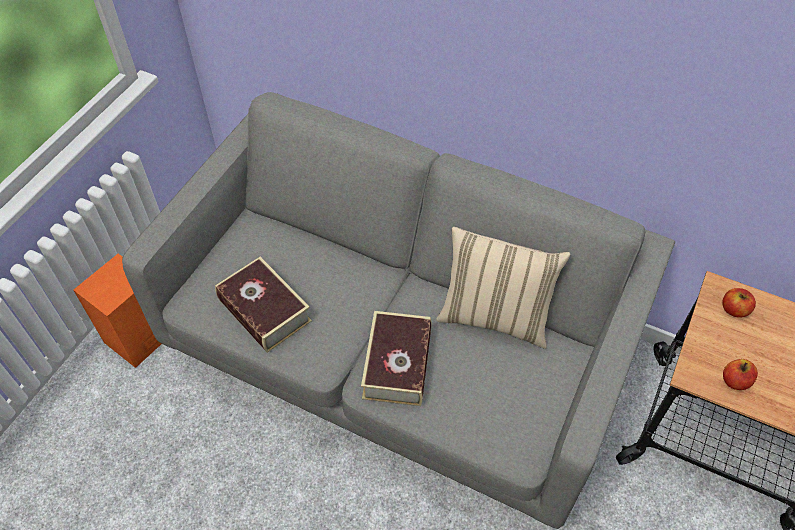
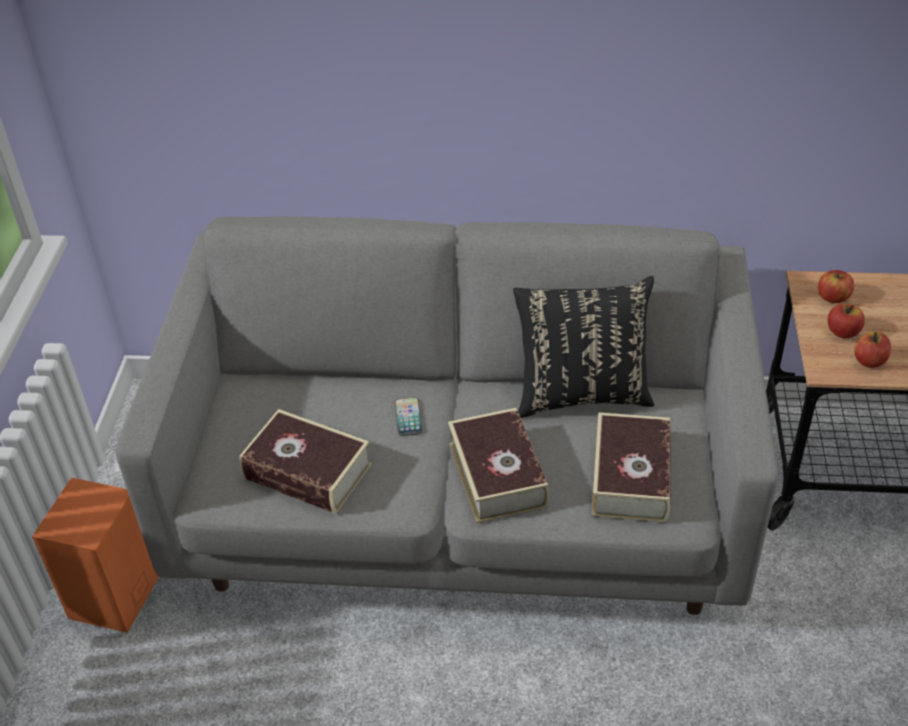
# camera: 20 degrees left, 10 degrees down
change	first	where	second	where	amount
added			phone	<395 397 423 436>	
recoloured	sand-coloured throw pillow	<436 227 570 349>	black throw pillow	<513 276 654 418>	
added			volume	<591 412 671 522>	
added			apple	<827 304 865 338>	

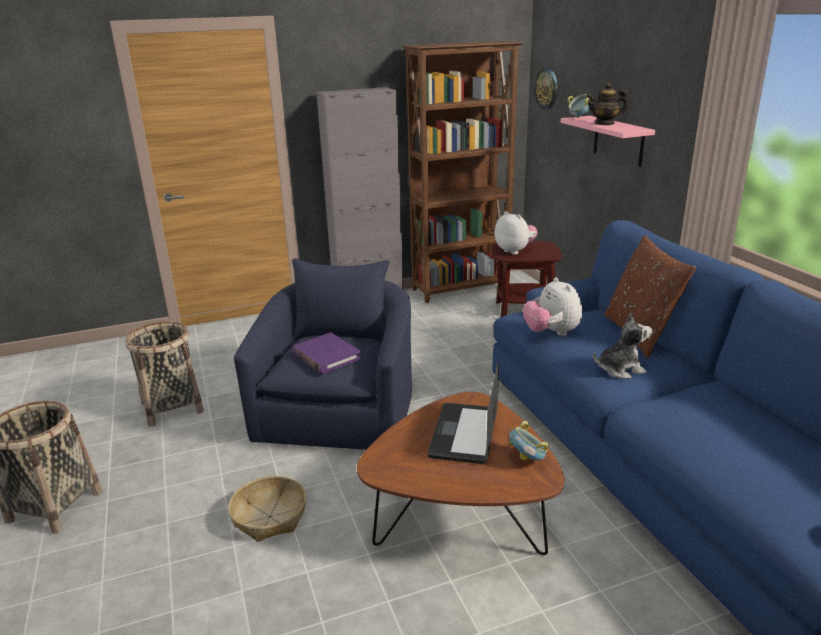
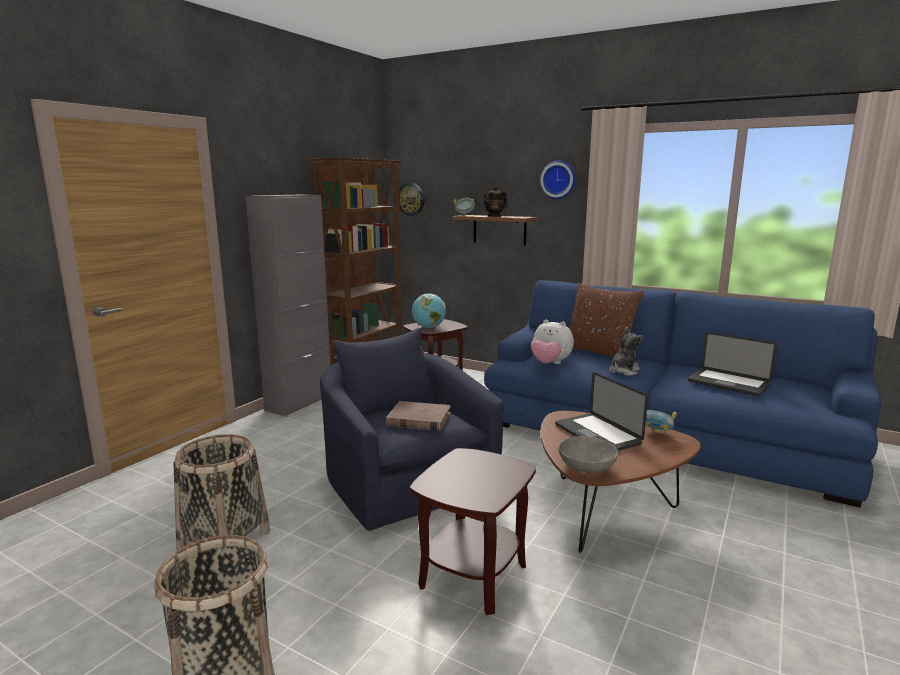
# camera: 40 degrees left, 10 degrees down
change	first	where	second	where	amount
recoloured	purple volume	<292 332 361 374>	brown volume	<386 401 451 431>	
replaced	household basket	<228 476 306 542>	brown accent table	<410 448 536 615>	
replaced	cuddly toy	<494 211 537 255>	world globe	<412 294 446 328>	
recoloured	pink wall shelf	<560 116 655 167>	brown wall shelf	<452 215 537 245>	
added			clock on the wall	<540 161 576 199>	
added			grey bowl	<558 436 618 473>	
added			portable computer	<688 332 777 396>	

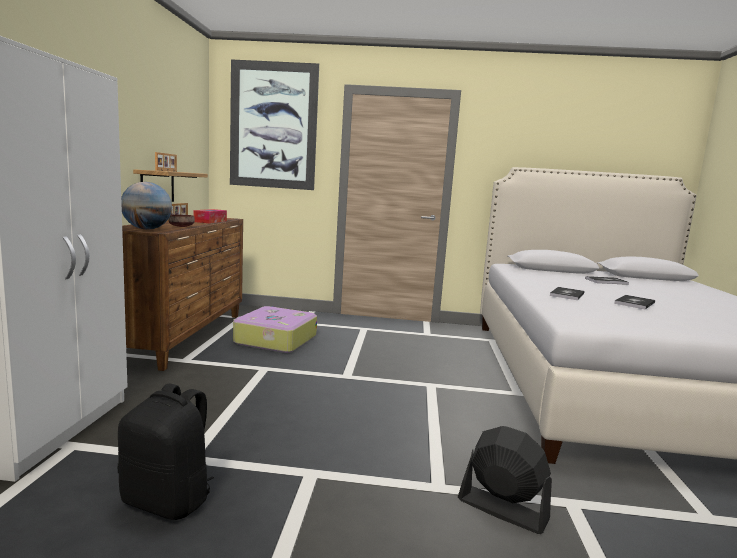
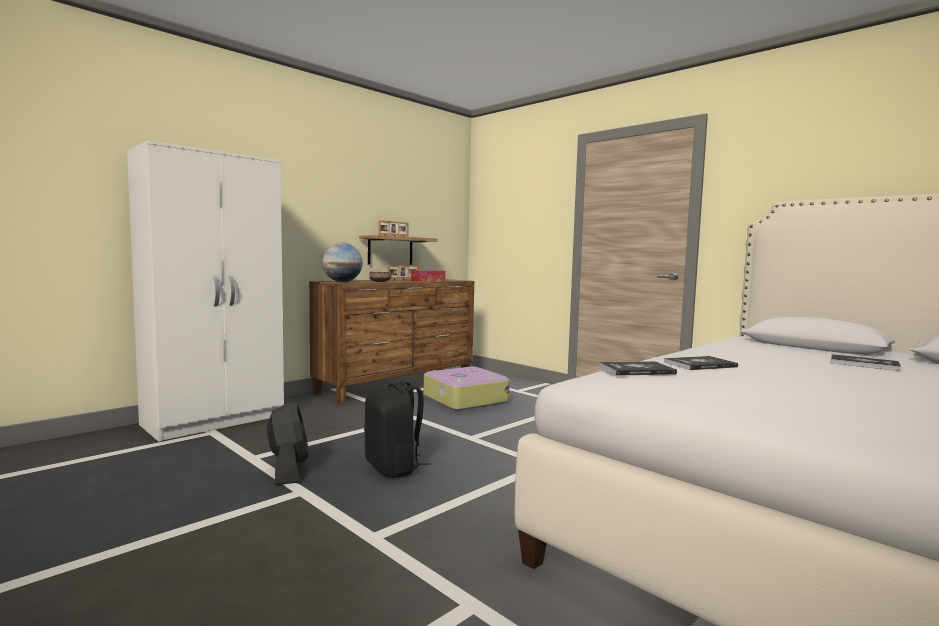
# camera: 40 degrees right, 5 degrees down
change	first	where	second	where	amount
moved	black fan	<458 426 552 534>		<266 402 309 485>	
moved	black knapsack	<117 384 214 520>		<364 381 431 478>	
moved	volume	<614 295 655 309>		<599 361 677 376>	
removed	wall art	<230 59 319 190>			

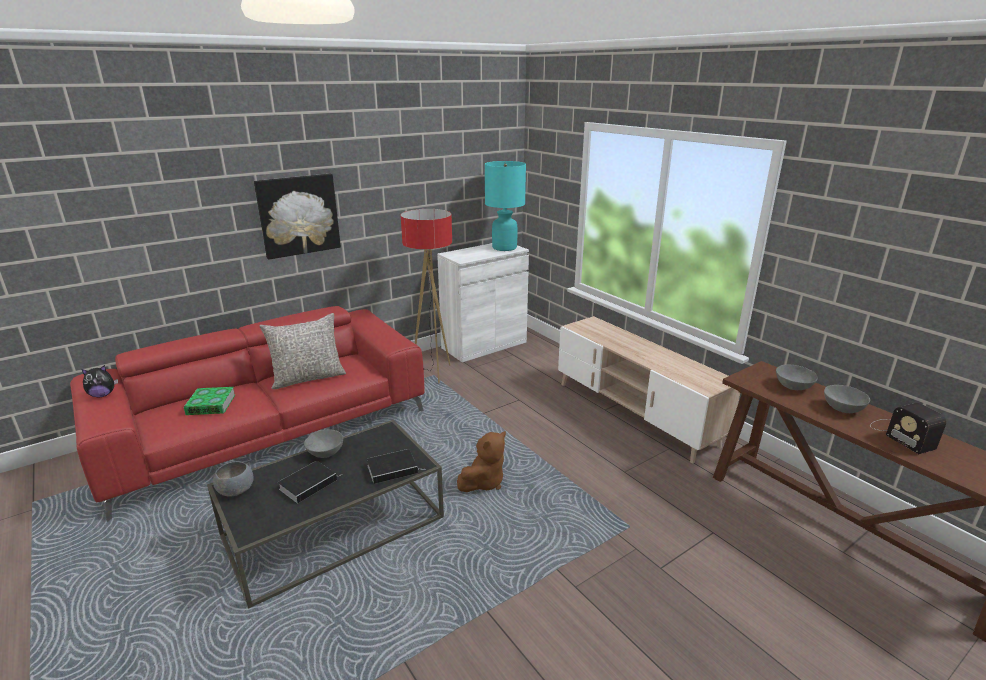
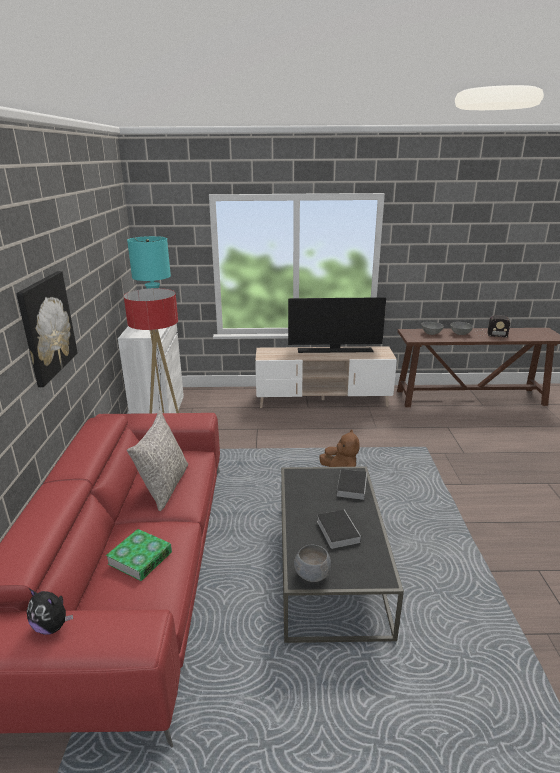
# camera: 55 degrees left, 0 degrees up
change	first	where	second	where	amount
turned	cuddly toy	<82 365 118 397>		<27 589 73 635>	105 degrees clockwise
added			TV	<288 297 386 353>	
removed	grey bowl	<304 430 343 458>			

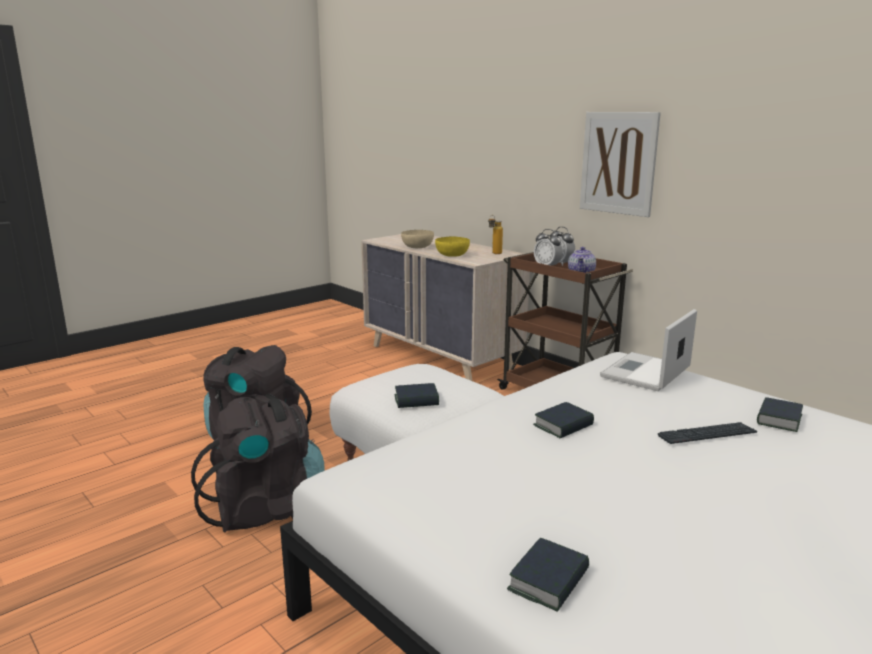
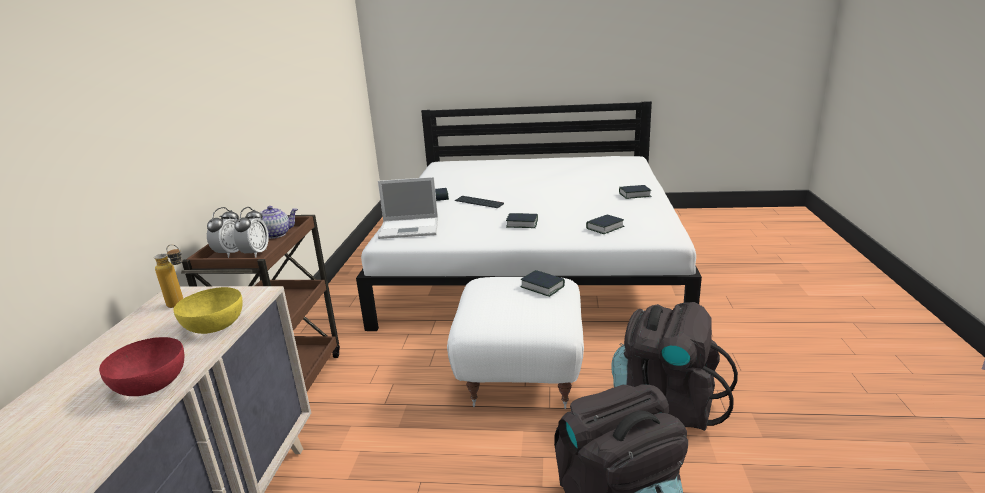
# camera: 130 degrees left, 5 degrees up
change	first	where	second	where	amount
recoloured	sand-coloured bowl	<401 230 434 248>	reddish bowl	<99 337 184 396>	
added			volume	<586 214 625 234>	
removed	wall art	<580 112 661 217>			

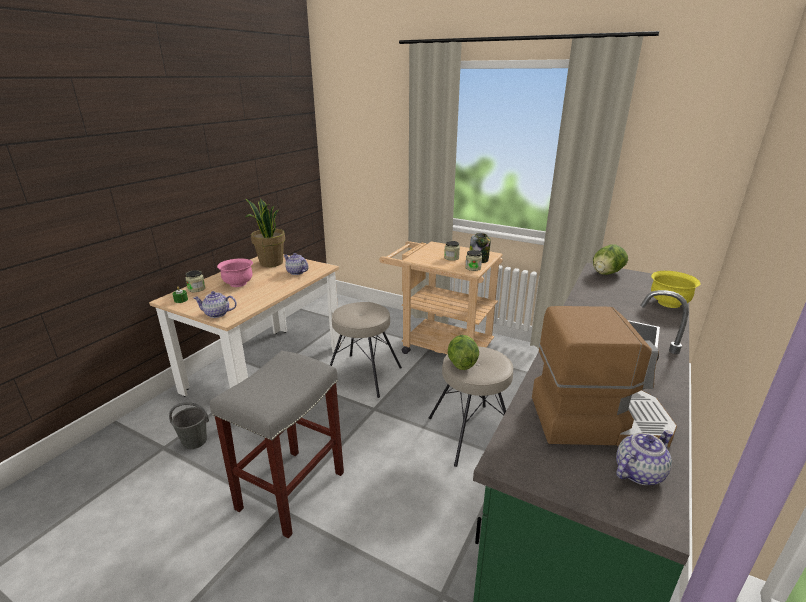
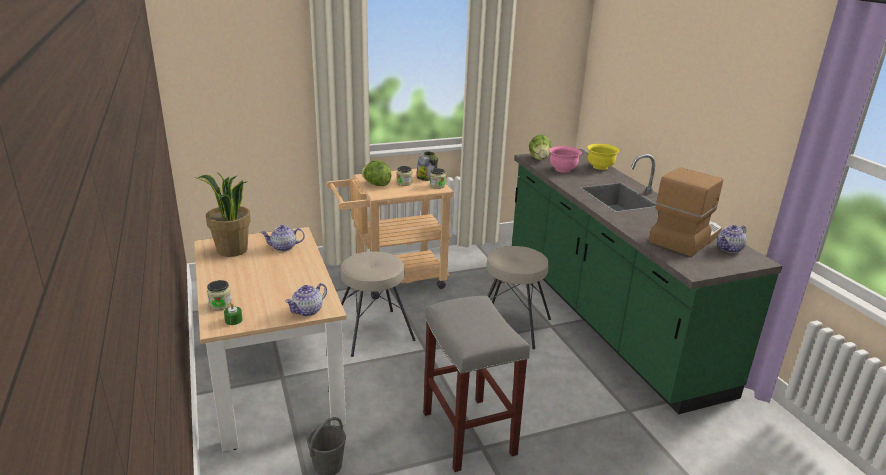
# camera: 50 degrees left, 0 degrees up
change	first	where	second	where	amount
moved	lettuce	<448 335 479 370>		<361 161 392 186>	
moved	pink bowl	<217 258 253 287>		<549 146 582 173>	
turned	pot for tea	<616 430 673 485>		<717 225 747 253>	135 degrees counterclockwise

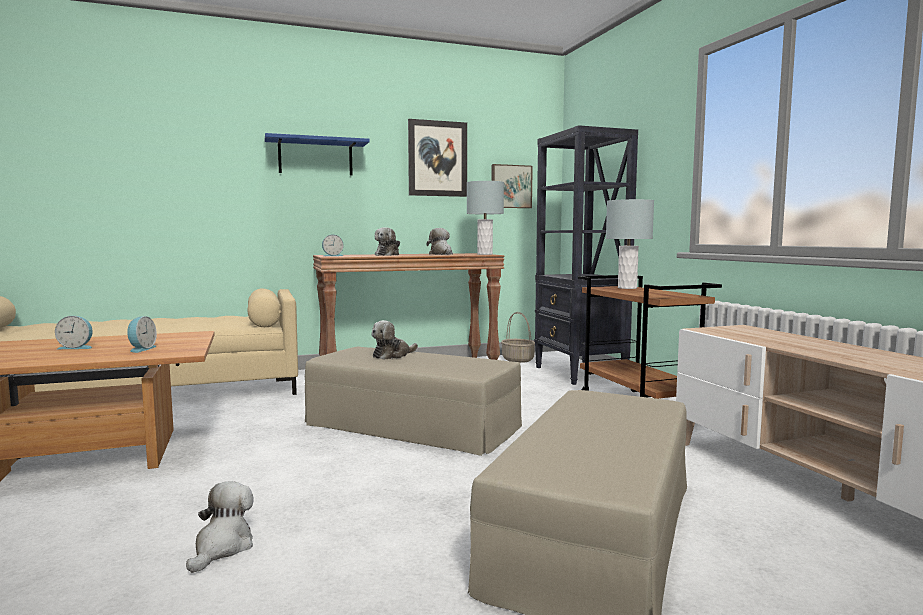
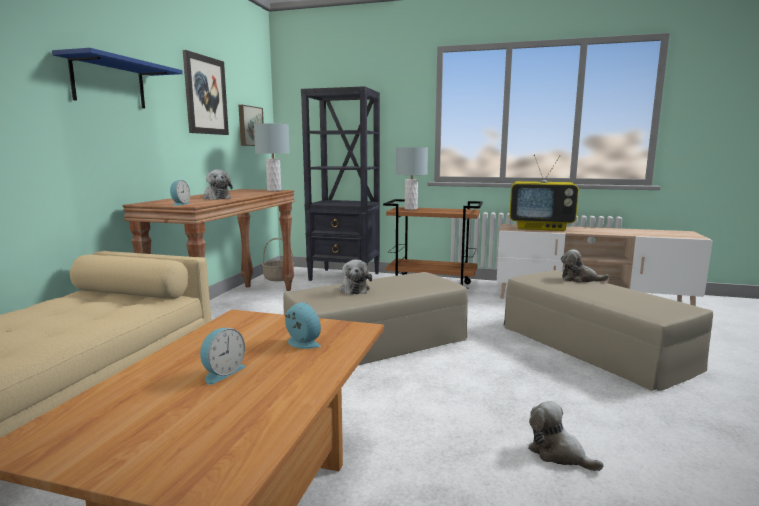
# camera: 55 degrees left, 5 degrees up
change	first	where	second	where	amount
added			TV	<509 154 579 231>	
moved	cuddly toy	<427 228 453 255>		<561 249 609 283>	

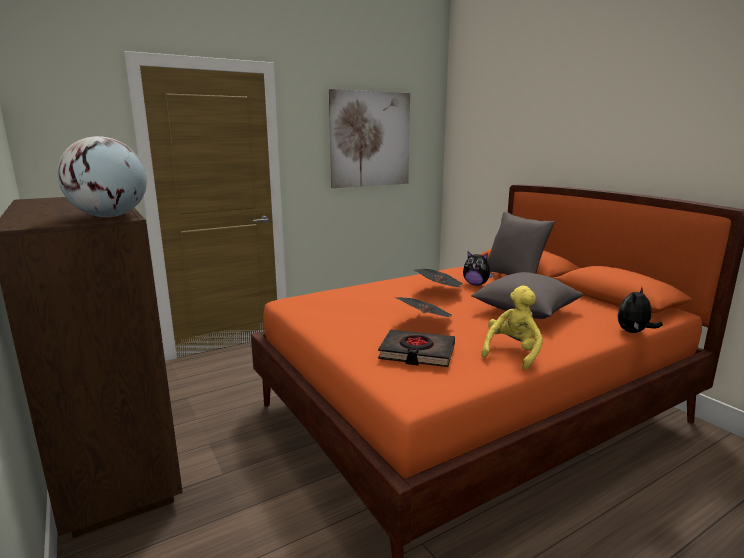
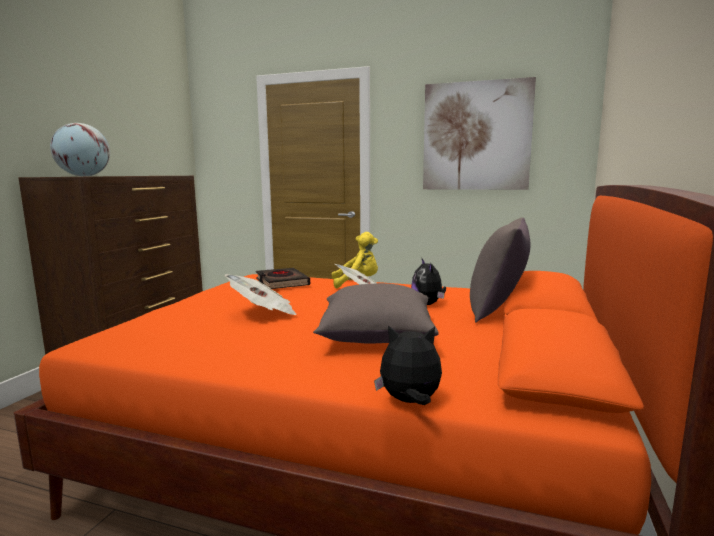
# camera: 50 degrees right, 5 degrees down
change	first	where	second	where	amount
moved	black volume	<378 329 455 367>		<256 268 310 289>	
moved	yellow-coloured cuddly toy	<481 285 543 370>		<331 232 378 288>	

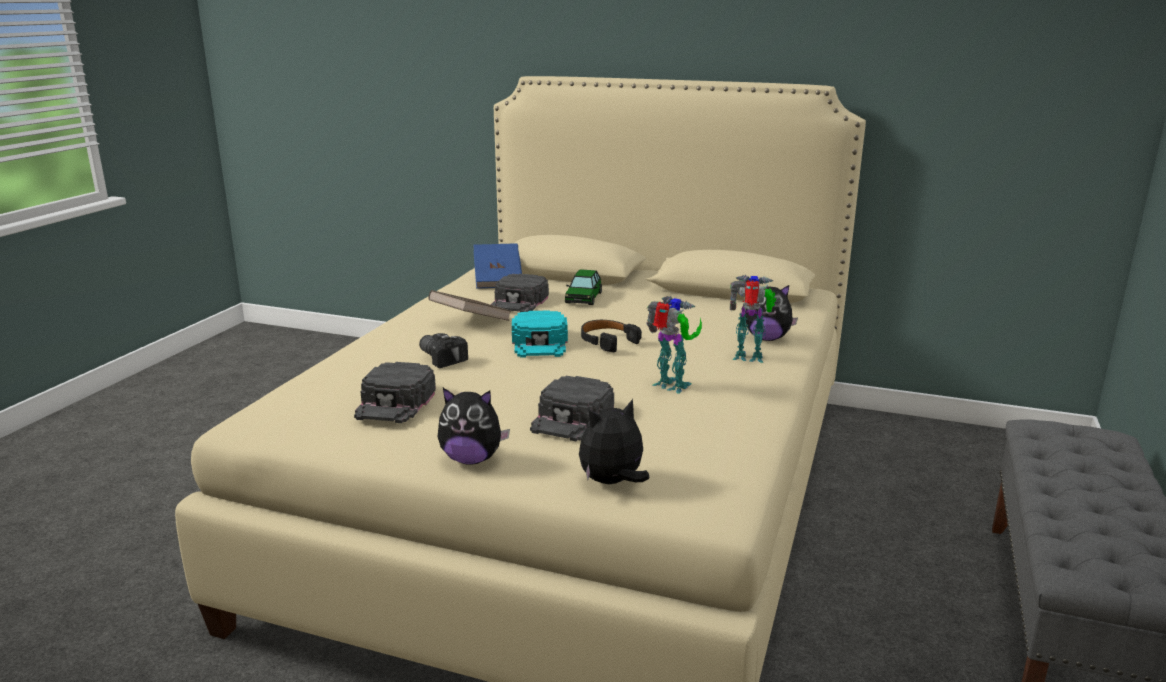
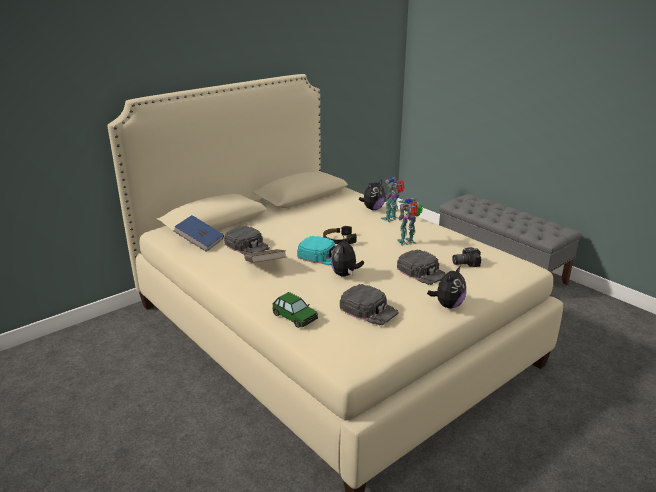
# camera: 60 degrees left, 5 degrees up
change	first	where	second	where	amount
moved	toy car	<565 269 602 305>		<272 292 318 328>	
moved	cuddly toy	<579 399 649 484>		<331 236 364 277>	
moved	photo camera	<419 333 468 368>		<452 247 481 267>	

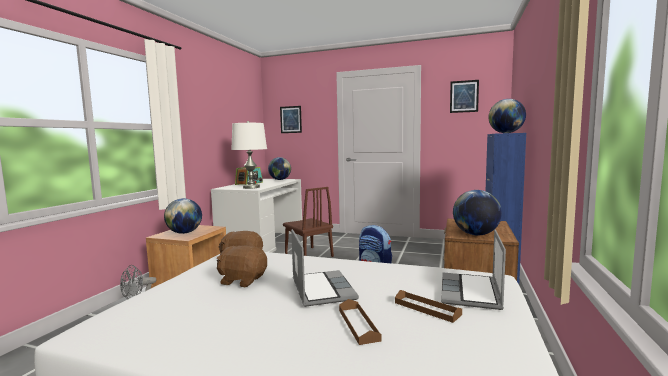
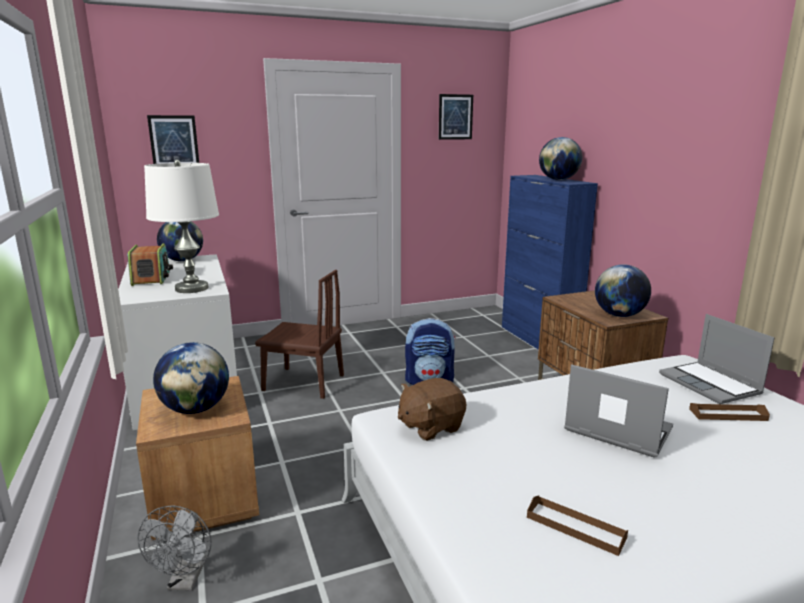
# camera: 40 degrees left, 10 degrees up
change	first	where	second	where	amount
moved	brown carrying tray	<339 299 381 345>		<527 495 628 556>	
removed	brown cuddly toy	<217 245 267 287>			

